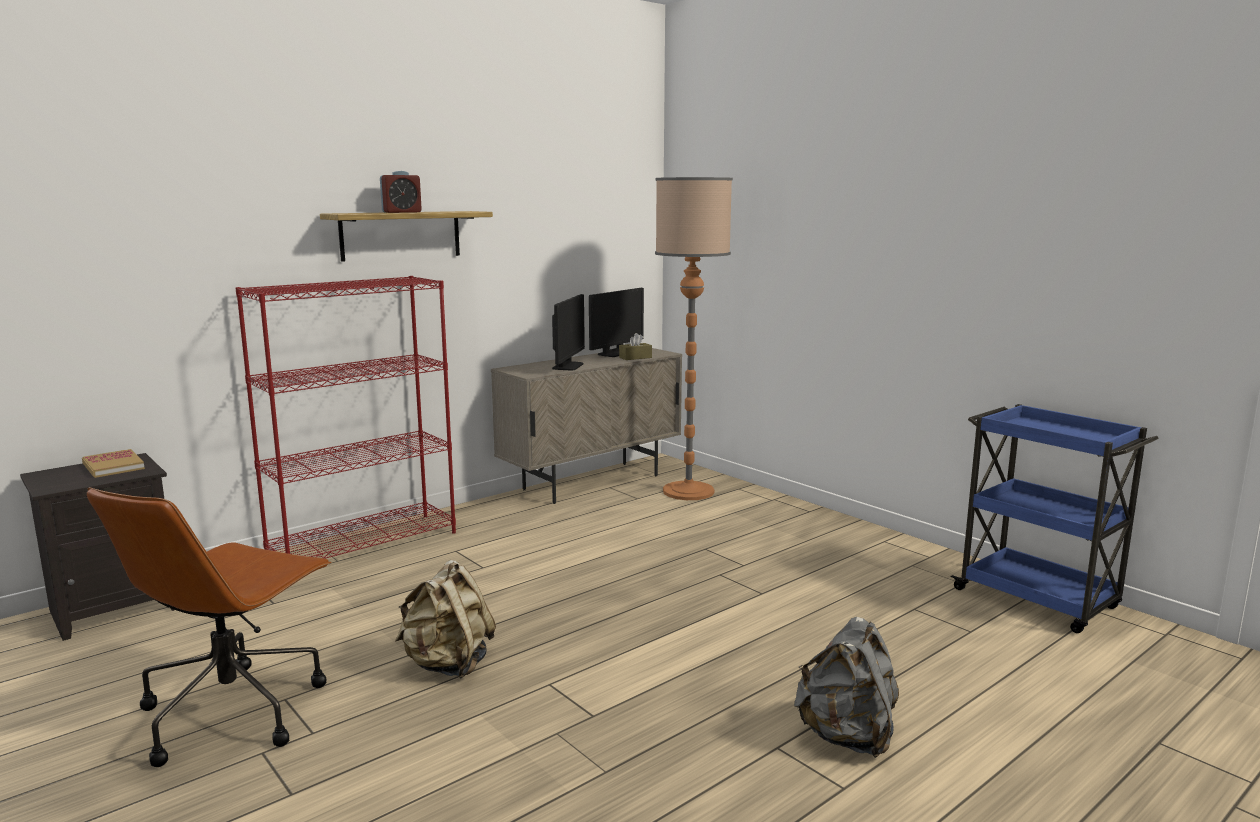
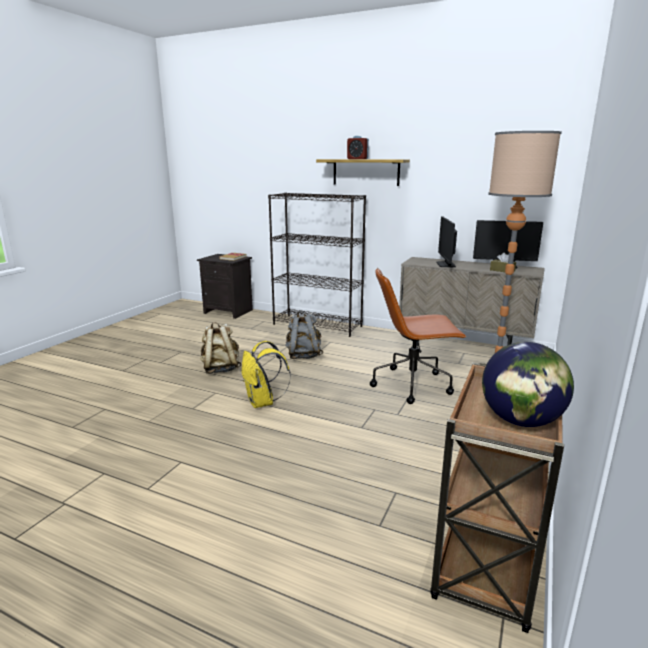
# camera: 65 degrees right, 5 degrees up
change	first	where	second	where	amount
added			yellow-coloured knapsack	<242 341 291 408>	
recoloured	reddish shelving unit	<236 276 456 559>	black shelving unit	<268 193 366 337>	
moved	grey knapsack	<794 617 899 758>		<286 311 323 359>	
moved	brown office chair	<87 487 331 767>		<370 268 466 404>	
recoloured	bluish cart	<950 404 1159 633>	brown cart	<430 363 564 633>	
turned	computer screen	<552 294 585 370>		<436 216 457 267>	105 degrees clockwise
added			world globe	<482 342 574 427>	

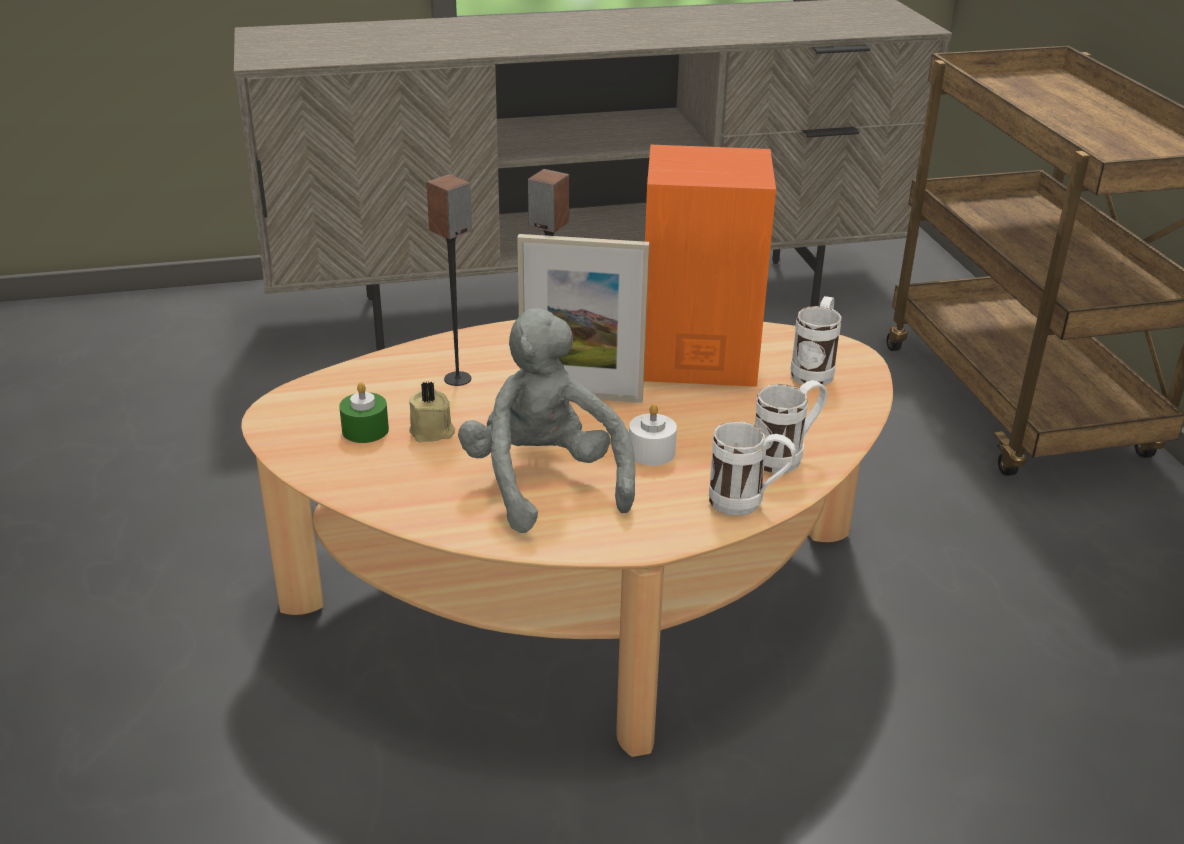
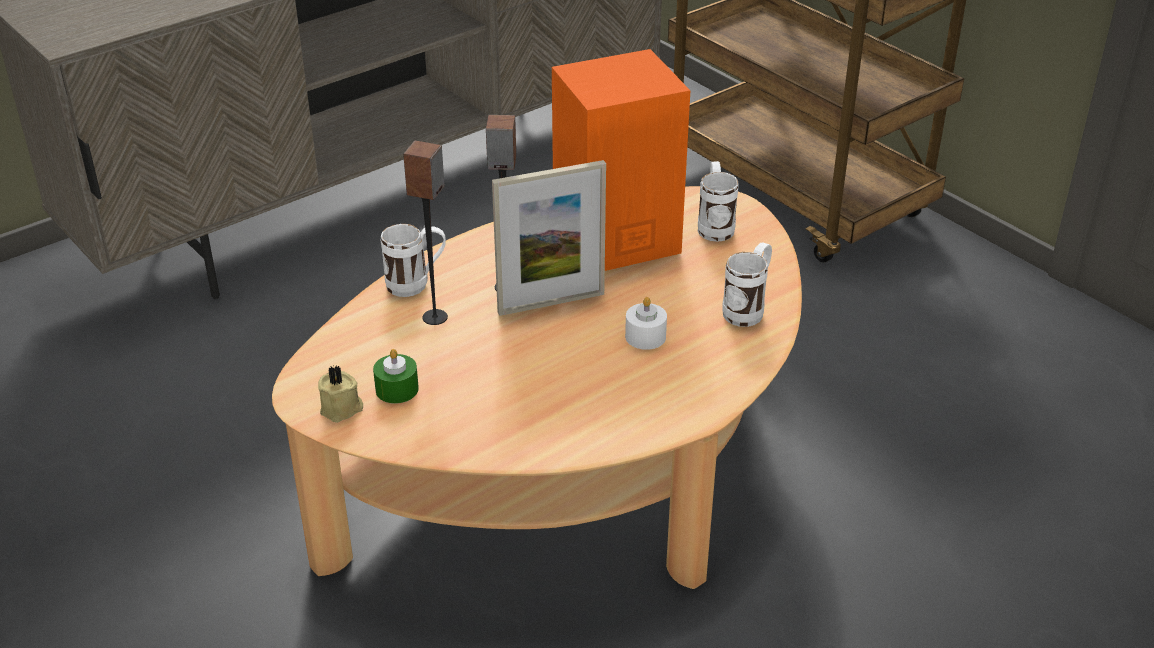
# camera: 25 degrees left, 5 degrees up
change	first	where	second	where	amount
moved	sand-coloured candle	<409 382 455 442>		<318 365 363 423>	
moved	white-coloured mug	<709 421 796 516>		<381 224 446 297>	
removed	grey cuddly toy	<458 308 635 533>			

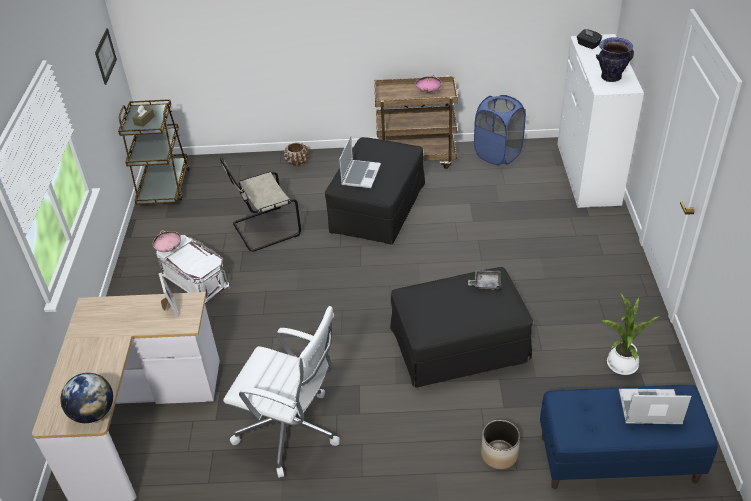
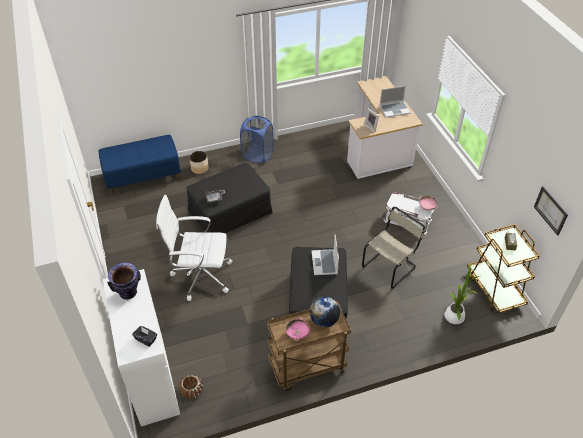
# camera: 160 degrees right, 5 degrees up
change	first	where	second	where	amount
moved	white-coloured office chair	<223 306 340 478>		<156 195 233 301>	
moved	brown planter	<284 142 309 166>		<179 375 203 399>	
moved	bluish hamper	<474 95 526 165>		<240 116 274 163>	
moved	world globe	<60 373 113 423>		<310 297 340 327>	
moved	portable computer	<619 389 691 424>		<379 86 411 118>	
moved	houseplant	<601 293 660 375>		<444 263 479 324>	

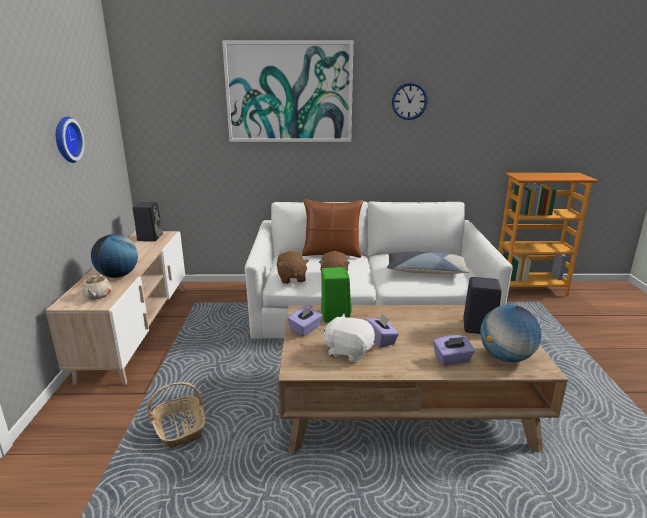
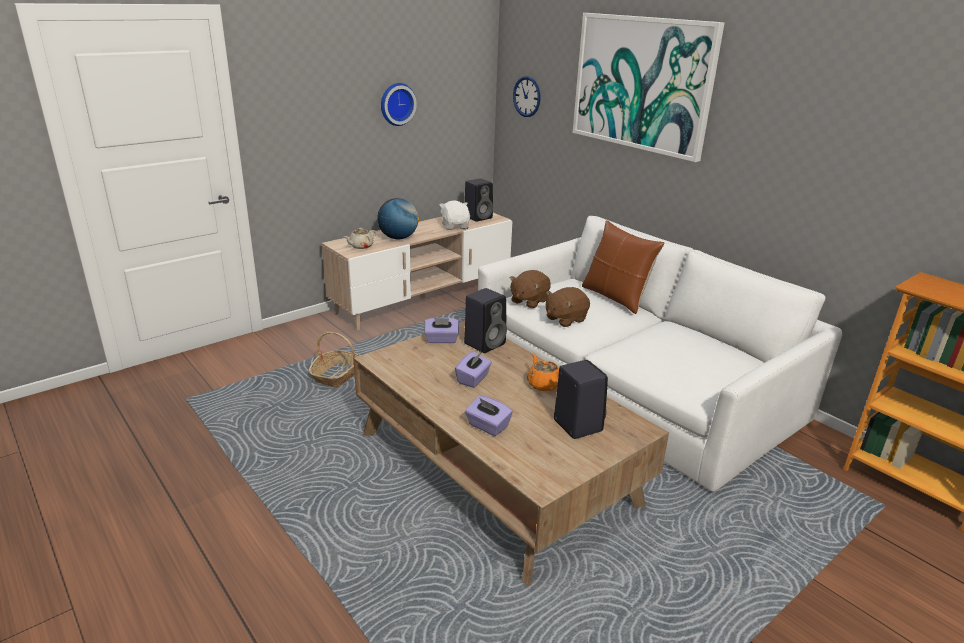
# camera: 50 degrees right, 5 degrees up
change	first	where	second	where	amount
moved	white-coloured cuddly toy	<323 314 375 362>		<439 200 470 230>	
recoloured	green-coloured speaker	<321 267 351 323>	black speaker	<464 288 507 353>	
moved	clock on the wall	<392 82 428 120>		<513 76 541 117>	
added			orange-coloured pot for tea	<527 353 559 391>	
removed	throw pillow	<387 252 470 274>			
removed	world globe	<480 305 541 362>			

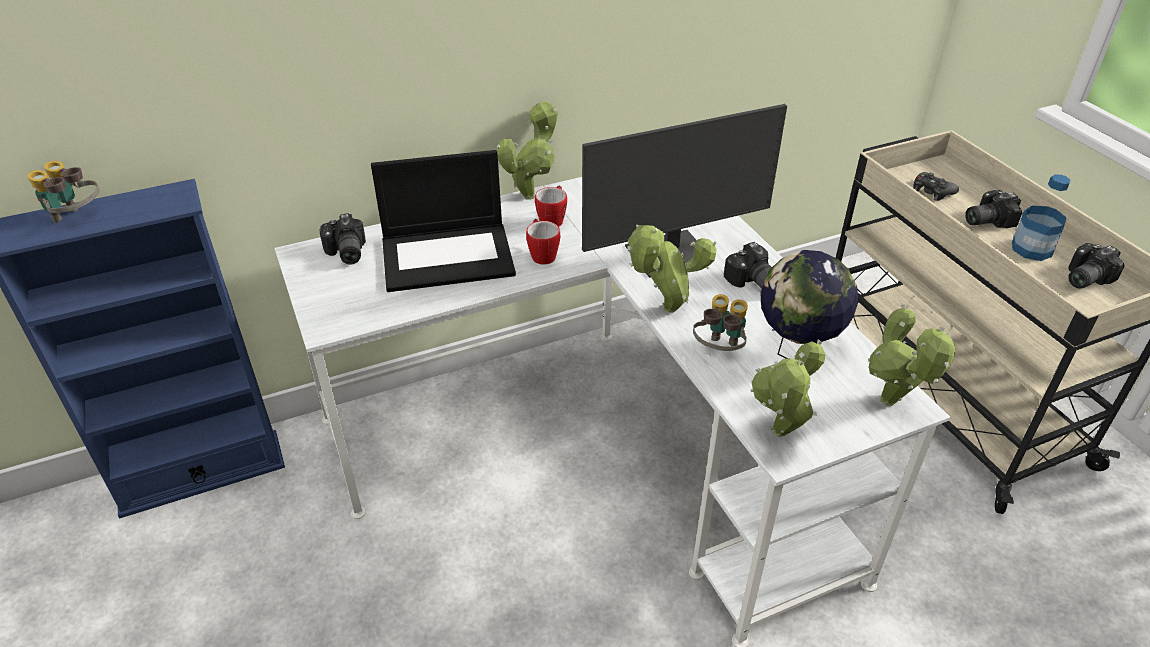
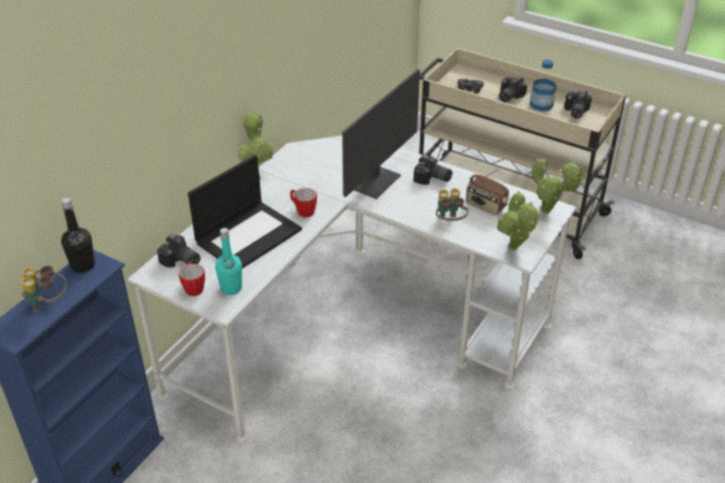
# camera: 35 degrees left, 0 degrees up
change	first	where	second	where	amount
added			black bottle	<61 198 95 273>	
moved	mug	<535 185 567 227>		<179 261 205 296>	
added			turquoise-coloured bottle	<215 228 242 295>	
replaced	world globe	<760 250 859 359>	radio set	<466 169 509 215>	
removed	houseplant	<627 225 717 312>			

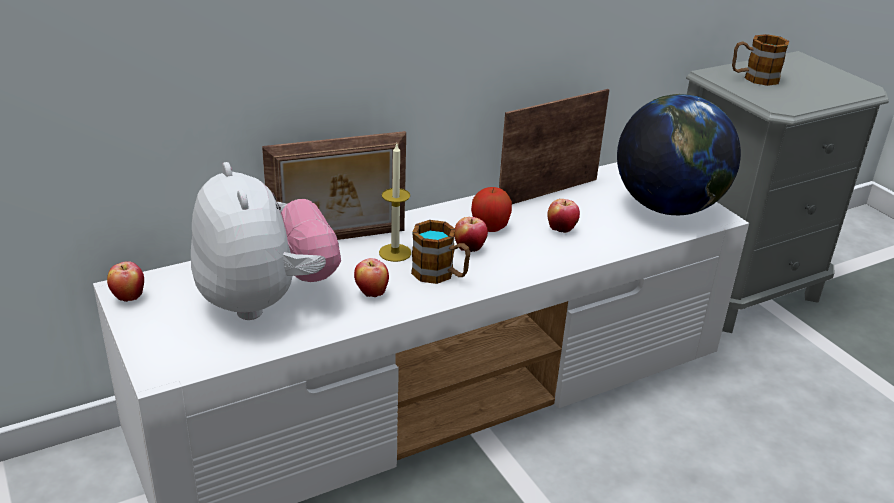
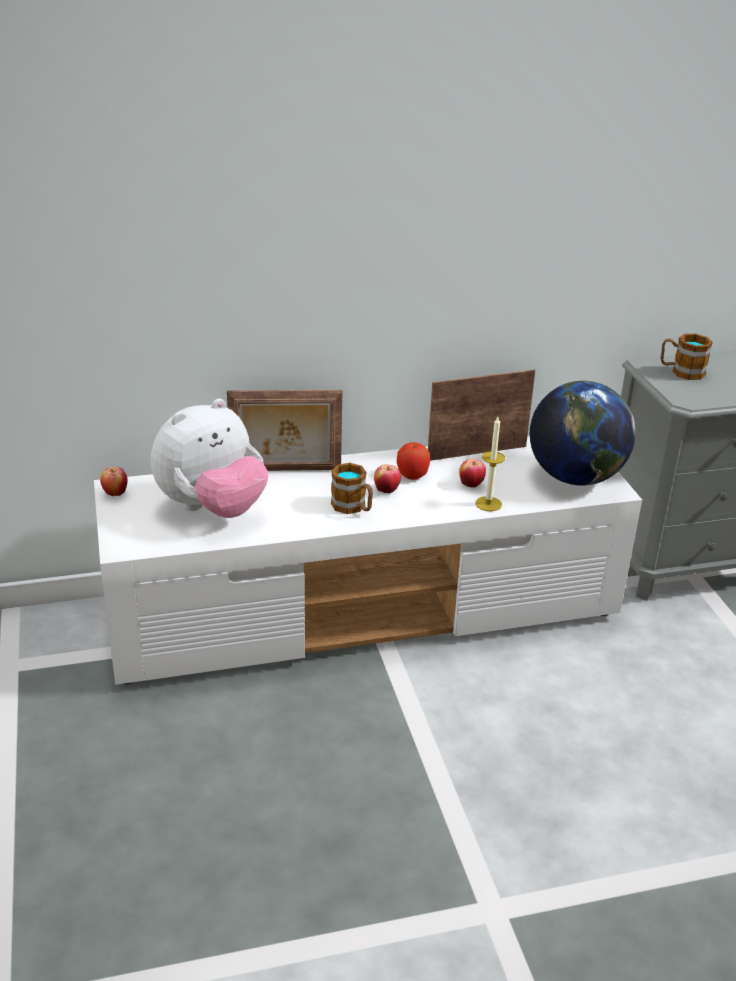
# camera: 15 degrees right, 0 degrees up
change	first	where	second	where	amount
turned	cuddly toy	<191 162 341 320>		<151 399 268 518>	60 degrees clockwise
moved	candle	<379 144 411 262>		<475 417 505 511>	
removed	apple	<354 258 389 297>			

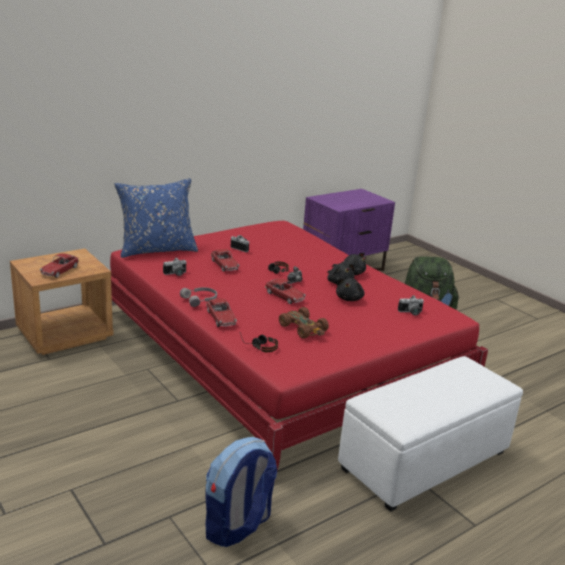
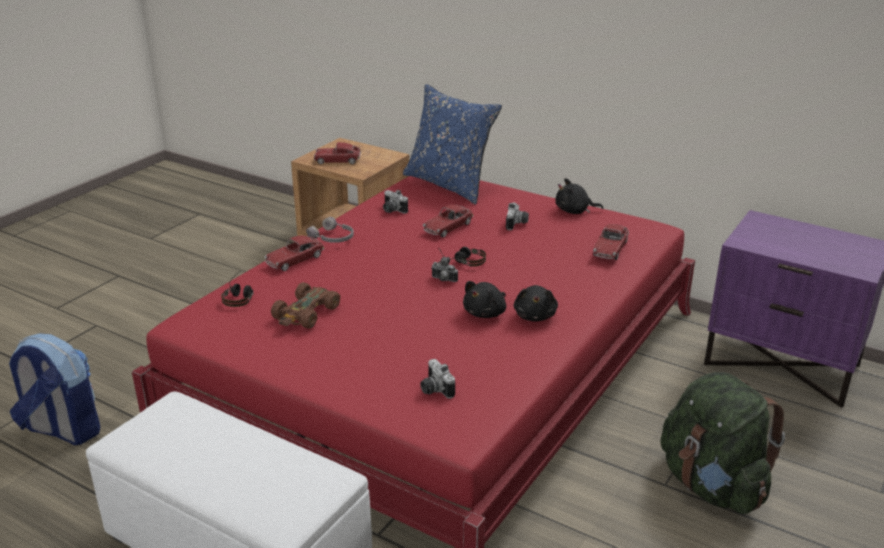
# camera: 70 degrees right, 5 degrees up
change	first	where	second	where	amount
moved	black cuddly toy	<336 277 365 301>		<556 178 603 214>	
moved	toy car	<265 279 306 304>		<593 224 629 260>	

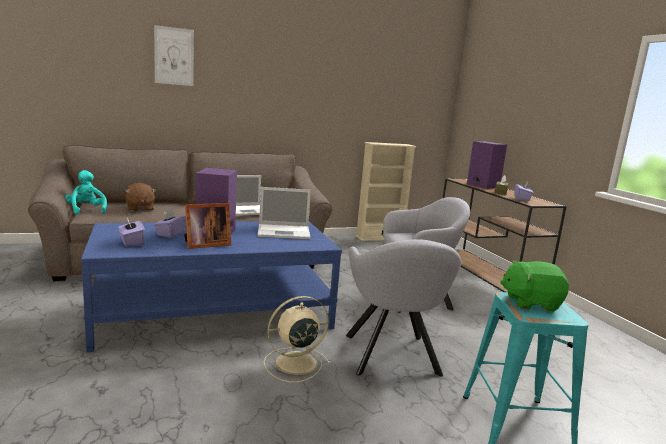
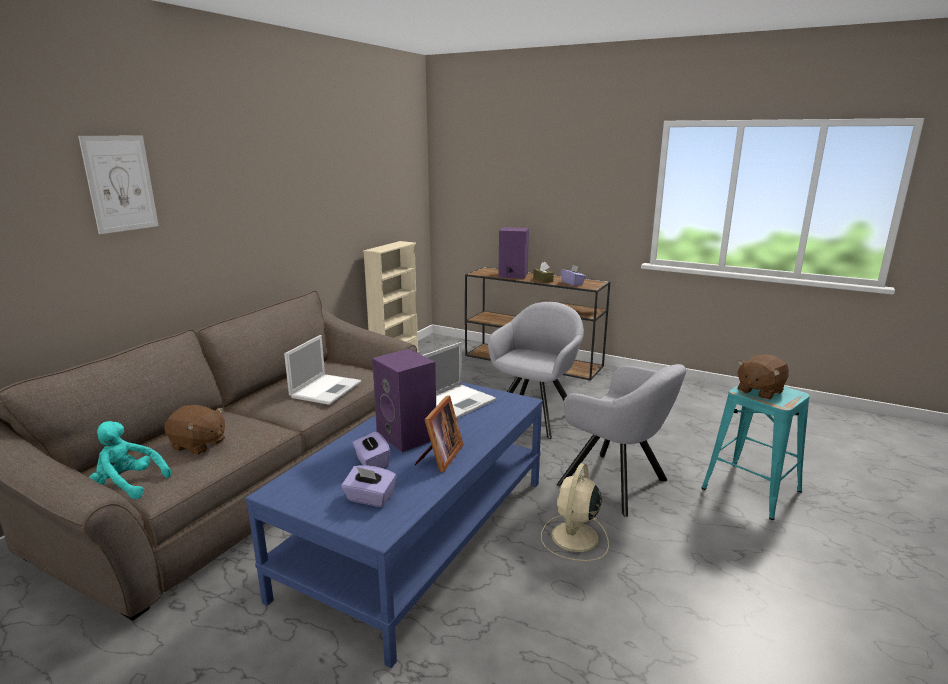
# camera: 40 degrees left, 5 degrees up
change	first	where	second	where	amount
recoloured	green-coloured cuddly toy	<500 260 569 312>	brown cuddly toy	<737 355 789 400>	

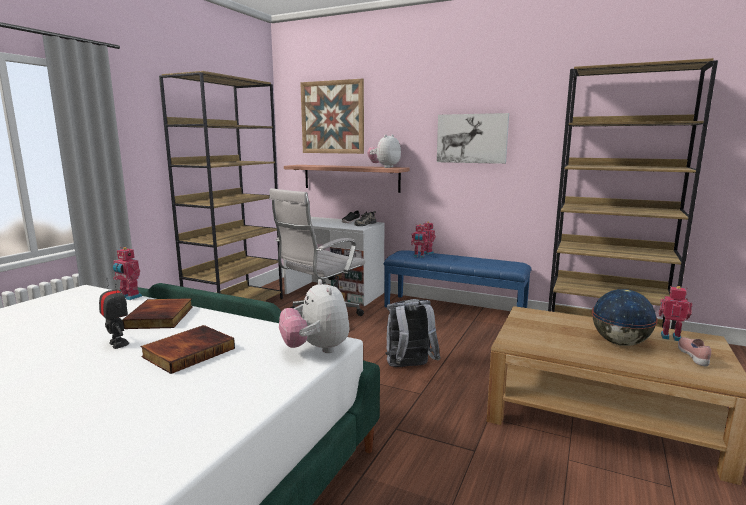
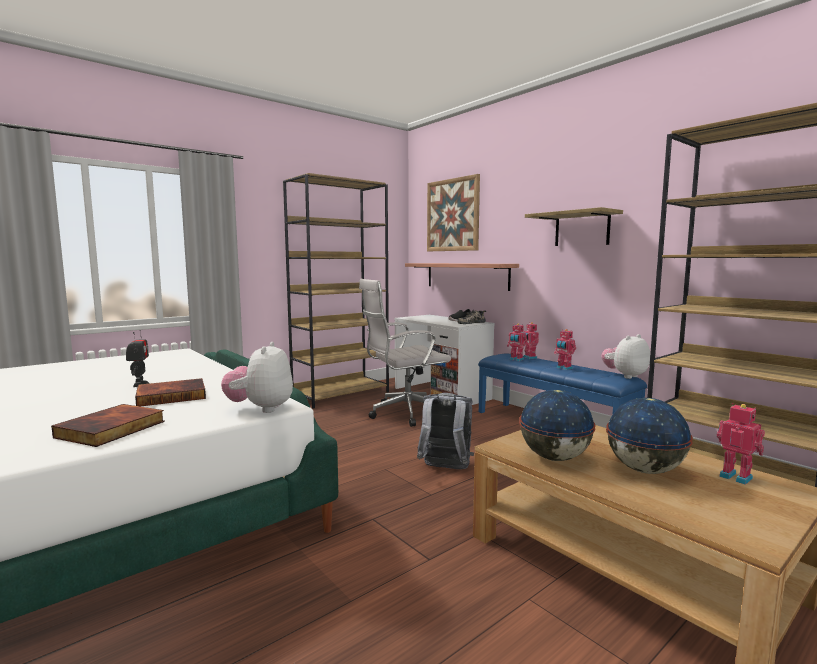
# camera: 25 degrees right, 5 degrees down
change	first	where	second	where	amount
moved	volume	<122 298 193 329>		<51 404 165 447>	
added			world globe	<519 390 596 461>	
replaced	wall art	<437 113 509 164>	wall shelf	<525 207 623 246>	
moved	toy robot	<113 247 142 300>		<554 329 576 370>	
moved	cuddly toy	<367 134 401 168>		<601 334 650 379>	
removed	pink item of footwear	<678 337 711 366>			

